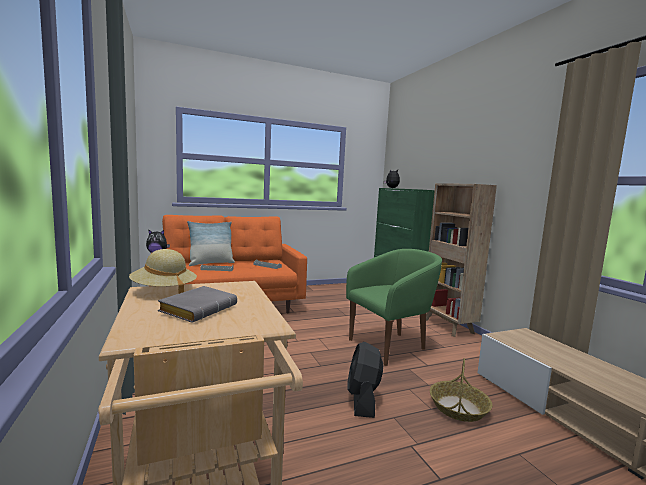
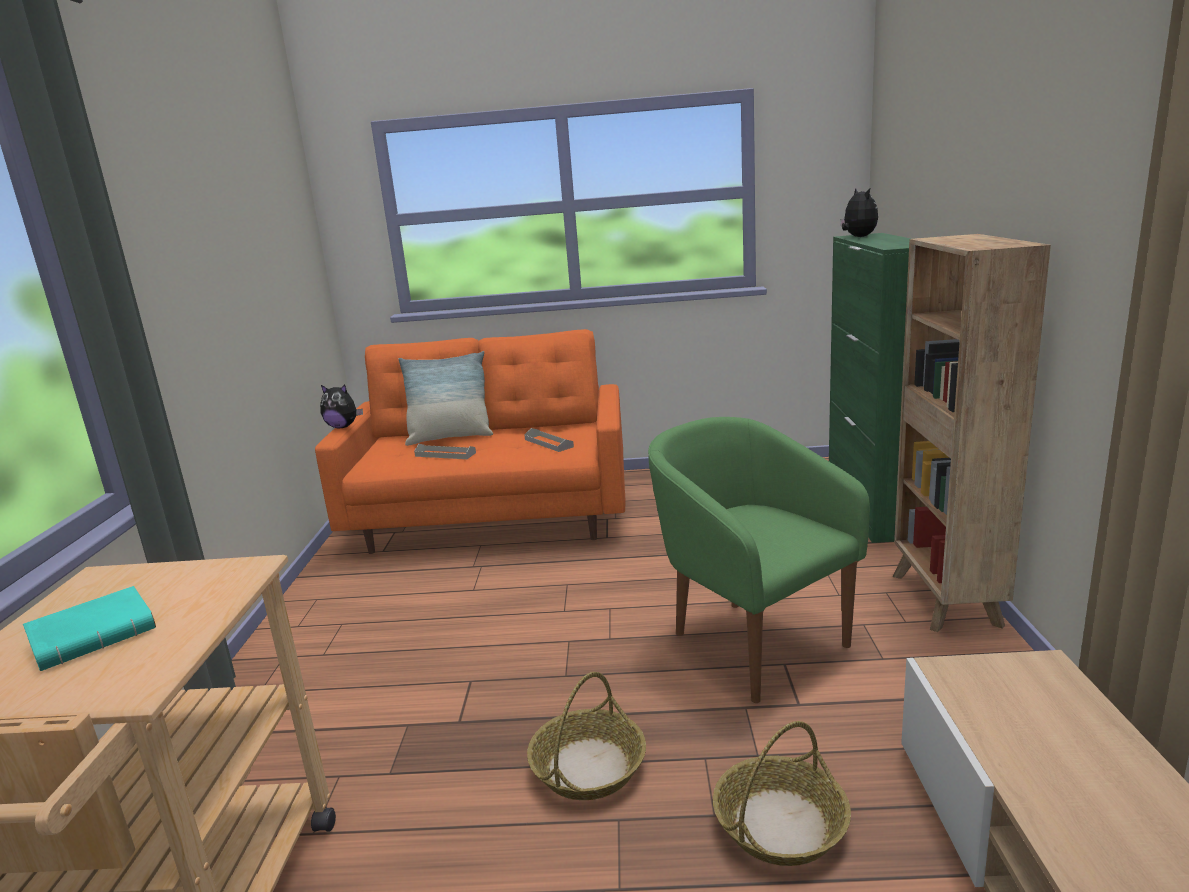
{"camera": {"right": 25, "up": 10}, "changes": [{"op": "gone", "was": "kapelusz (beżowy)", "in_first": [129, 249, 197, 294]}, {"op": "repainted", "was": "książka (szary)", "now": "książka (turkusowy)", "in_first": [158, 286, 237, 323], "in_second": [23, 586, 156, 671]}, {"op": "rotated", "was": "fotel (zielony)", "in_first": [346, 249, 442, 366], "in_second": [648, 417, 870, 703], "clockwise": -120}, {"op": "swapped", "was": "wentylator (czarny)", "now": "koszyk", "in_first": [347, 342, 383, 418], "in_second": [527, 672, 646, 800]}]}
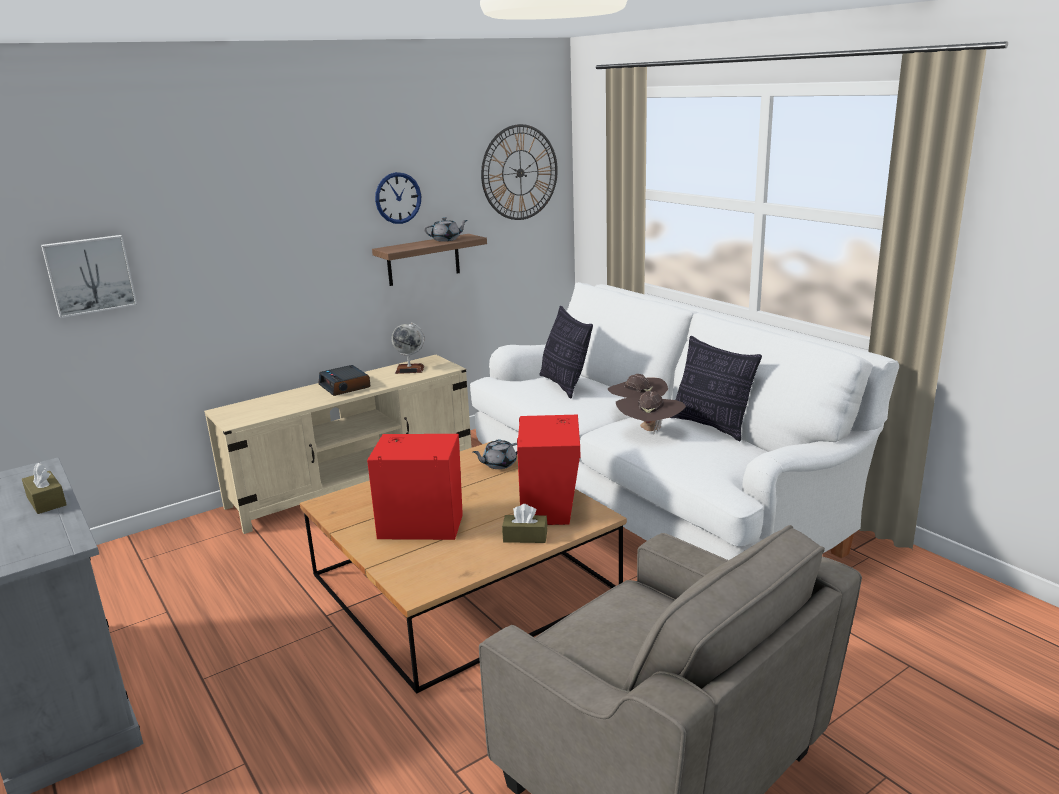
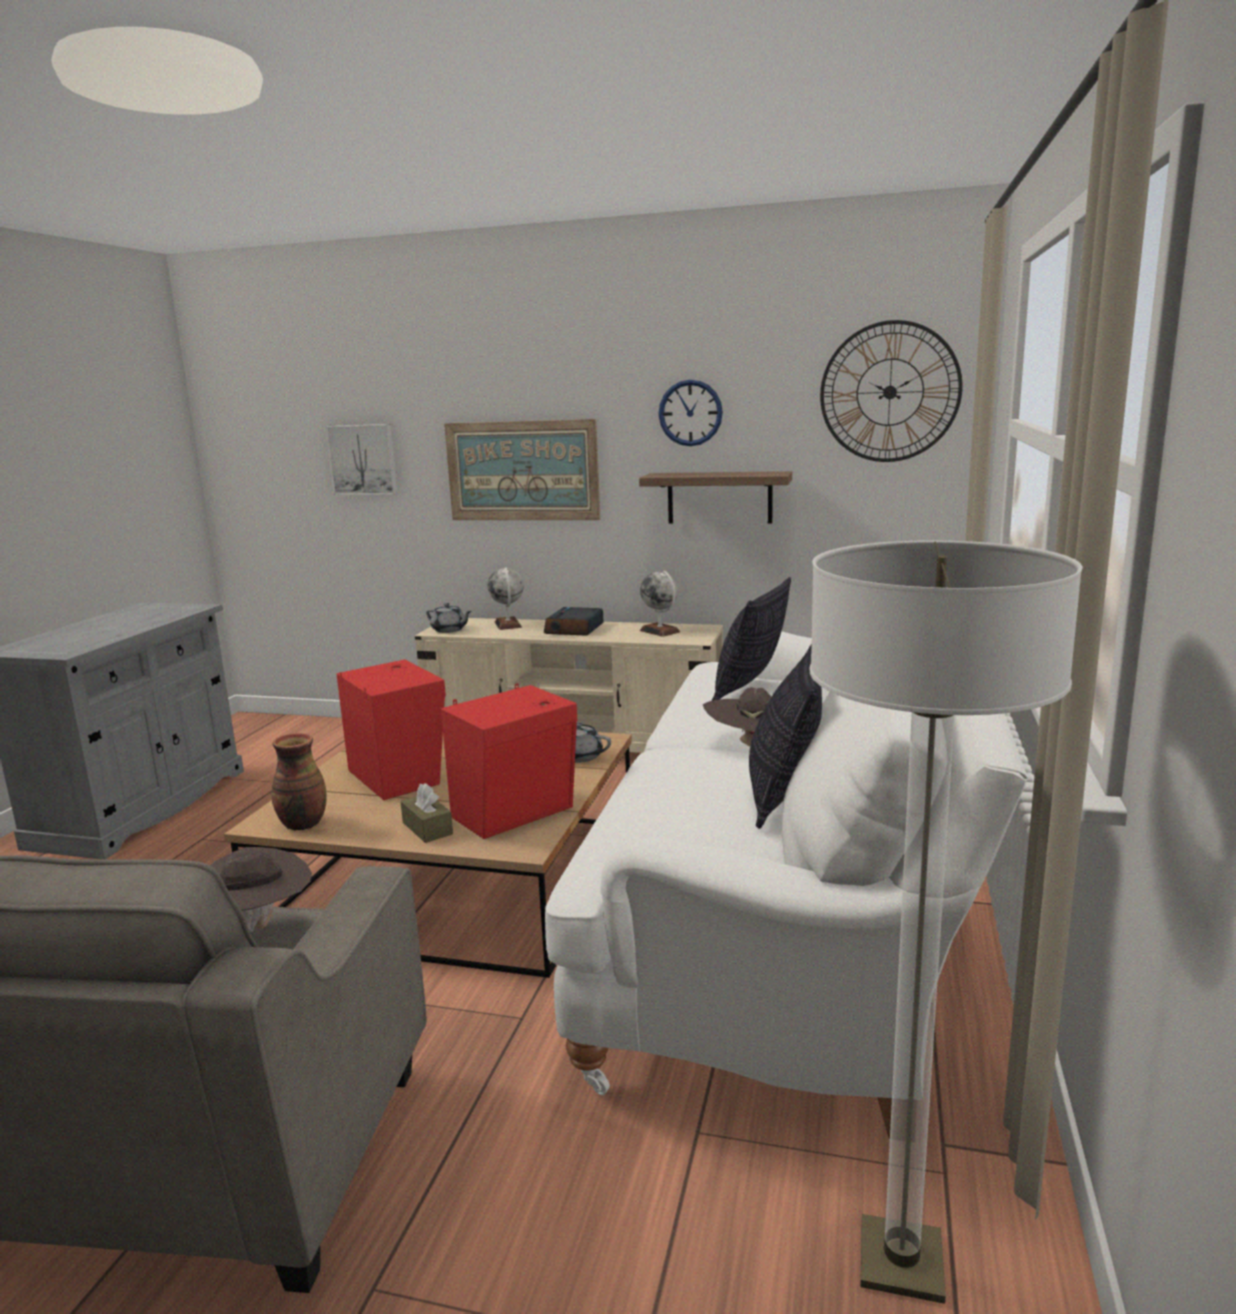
{"camera": {"right": 50, "up": -5}, "changes": [{"op": "gone", "was": "pudełko chusteczek (brązowy)", "in_first": [22, 463, 67, 514]}, {"op": "shifted", "was": "imbryk (szary)", "in_first": [424, 217, 467, 241], "in_second": [426, 603, 472, 633]}, {"op": "shifted", "was": "kapelusz (brązowy)", "in_first": [616, 391, 686, 435], "in_second": [210, 847, 312, 932]}, {"op": "new", "now": "wazon", "in_second": [272, 733, 327, 831]}, {"op": "new", "now": "obraz", "in_second": [444, 419, 601, 520]}, {"op": "new", "now": "globus", "in_second": [487, 567, 524, 630]}, {"op": "new", "now": "lampa stojąca", "in_second": [810, 540, 1083, 1304]}]}
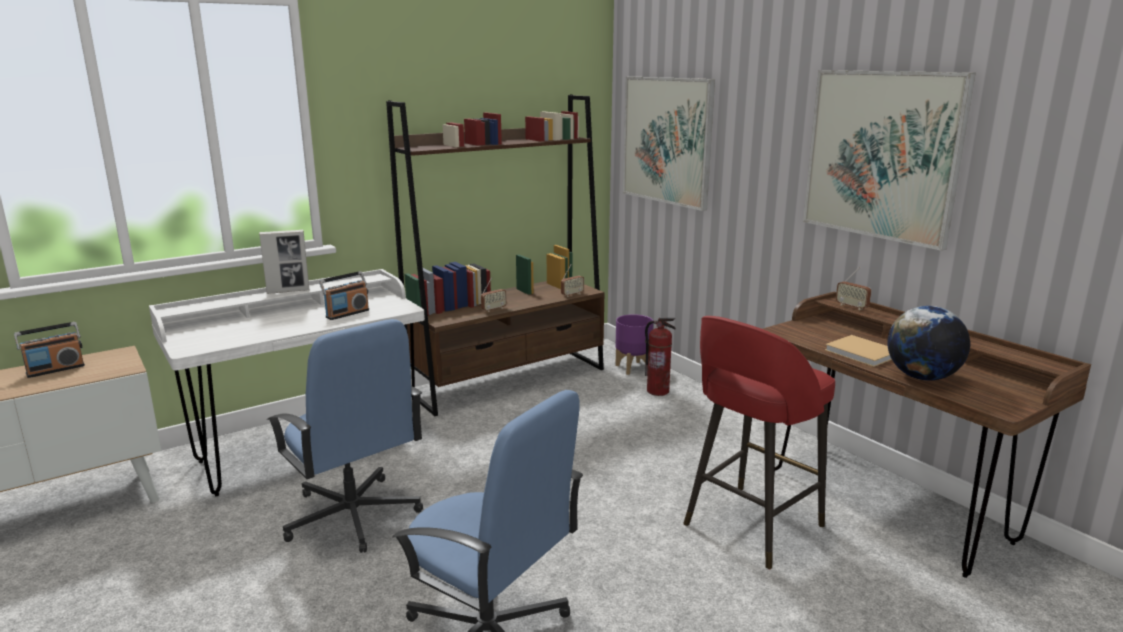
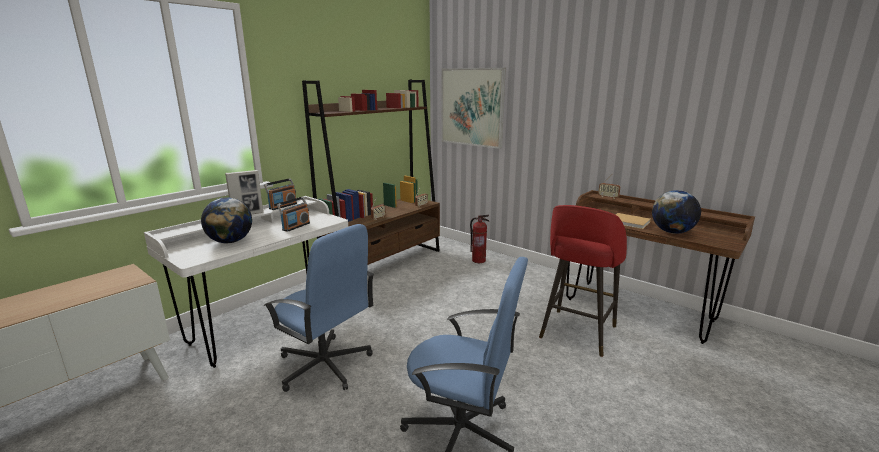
{"camera": {"right": -15, "up": 0}, "changes": [{"op": "shifted", "was": "radio", "in_first": [14, 322, 85, 378], "in_second": [264, 178, 297, 210]}, {"op": "gone", "was": "donica (fioletowy)", "in_first": [615, 314, 654, 375]}, {"op": "gone", "was": "obraz", "in_first": [803, 70, 976, 251]}, {"op": "new", "now": "globus", "in_second": [201, 197, 252, 243]}]}
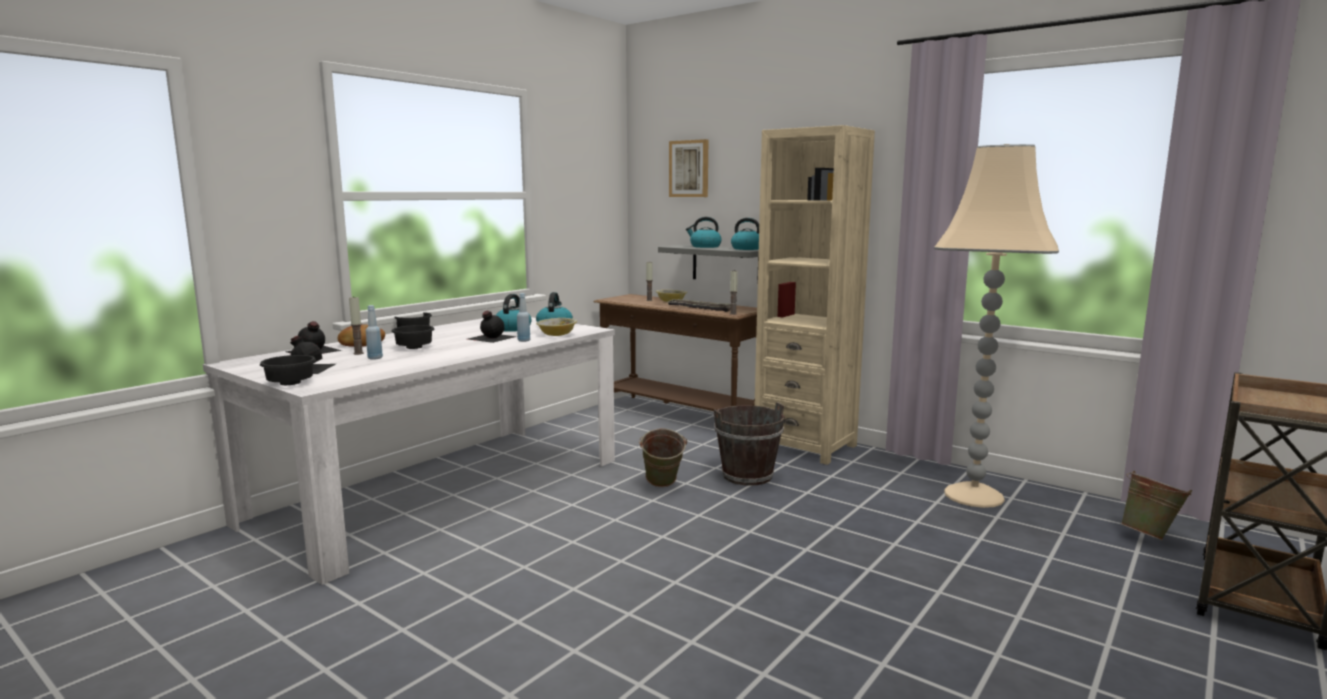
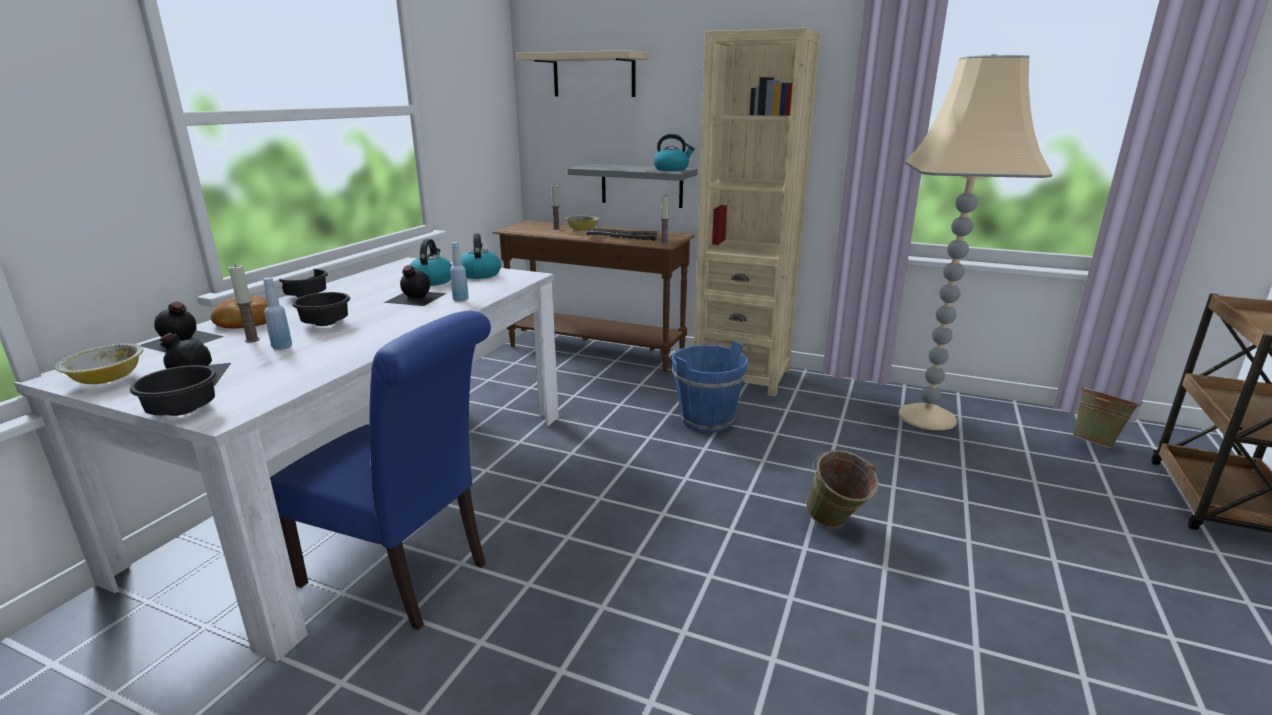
{"camera": {"right": -15, "up": 10}, "changes": [{"op": "shifted", "was": "miska", "in_first": [536, 318, 577, 336], "in_second": [55, 343, 143, 384]}, {"op": "shifted", "was": "wiadro (zielony)", "in_first": [639, 428, 687, 487], "in_second": [806, 450, 878, 528]}, {"op": "swapped", "was": "obraz", "now": "półka (beżowy)", "in_first": [669, 139, 708, 197], "in_second": [515, 50, 649, 97]}, {"op": "gone", "was": "czajnik", "in_first": [686, 217, 722, 248]}, {"op": "repainted", "was": "wiadro (brązowy)", "now": "wiadro (niebieski)", "in_first": [714, 402, 785, 486], "in_second": [672, 341, 748, 433]}, {"op": "new", "now": "krzesło (niebieski)", "in_second": [270, 311, 491, 630]}]}
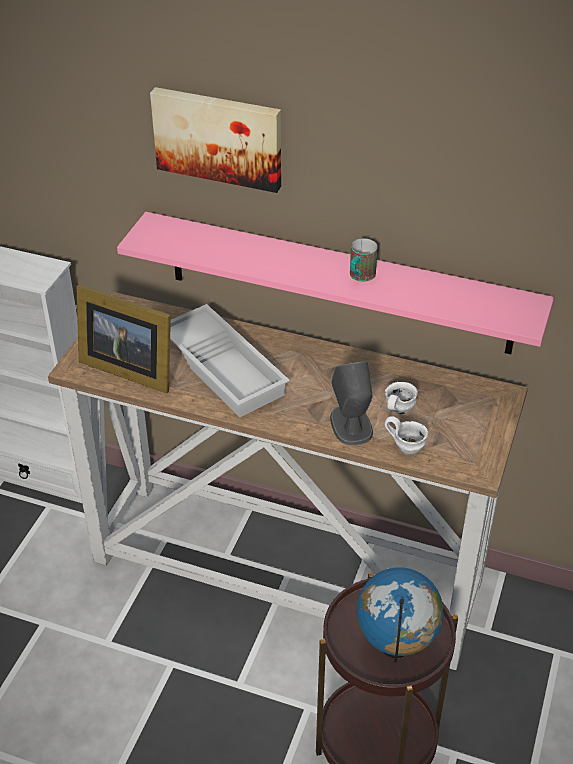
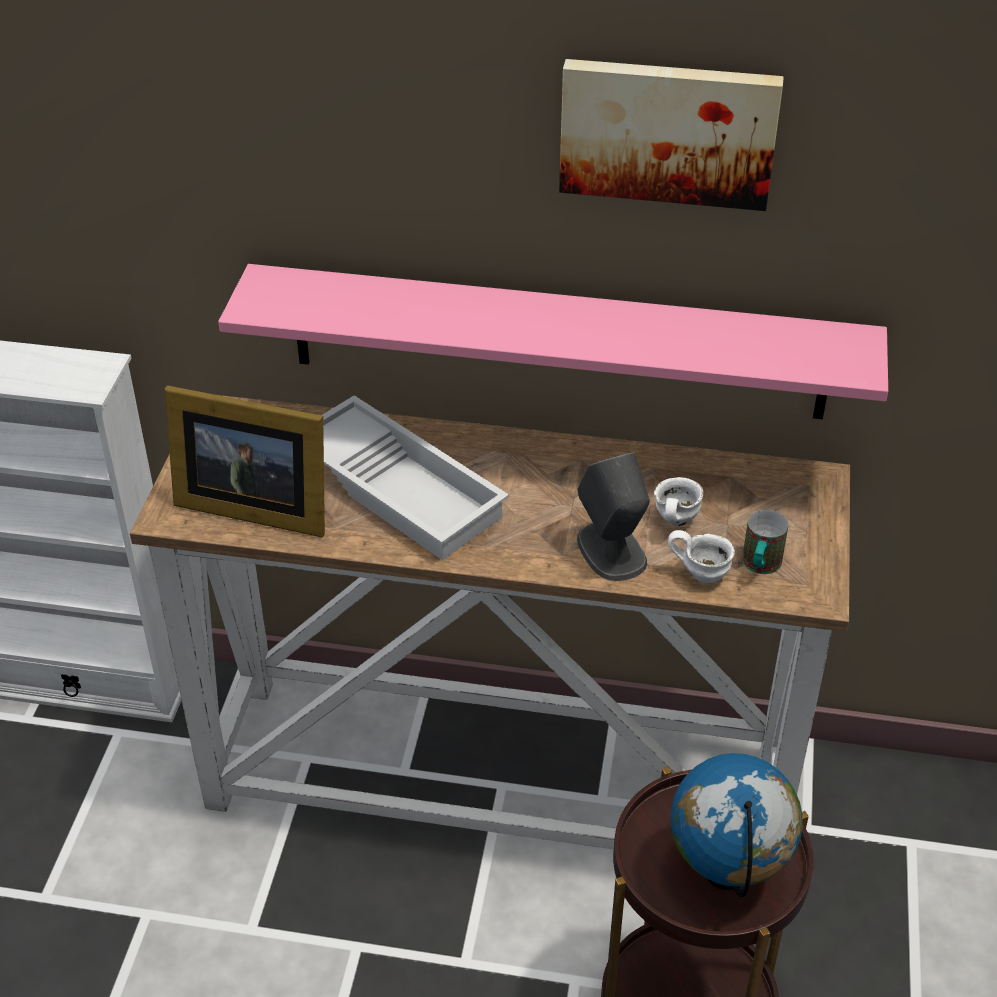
{"camera": {"right": -10, "up": 0}, "changes": [{"op": "shifted", "was": "obraz", "in_first": [150, 87, 281, 193], "in_second": [559, 59, 784, 211]}, {"op": "shifted", "was": "kubek", "in_first": [350, 238, 378, 282], "in_second": [742, 510, 788, 574]}]}
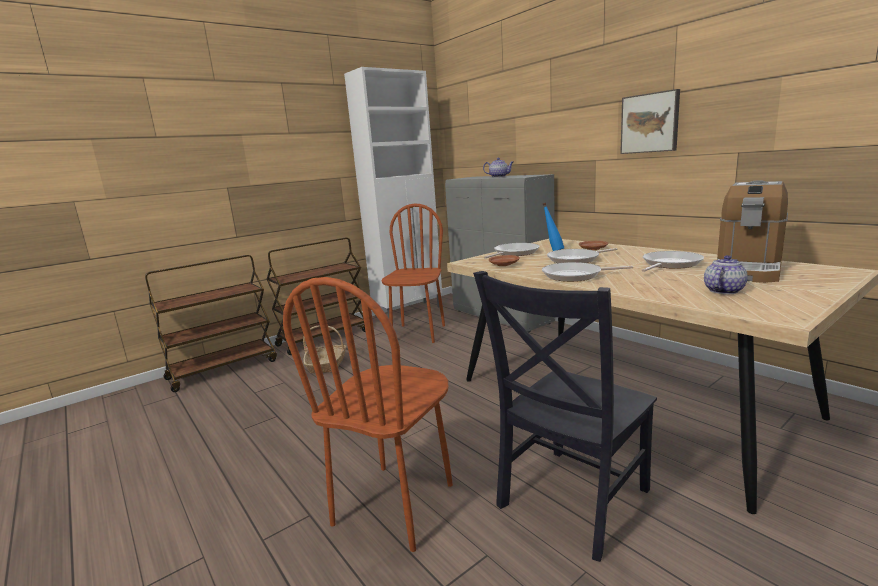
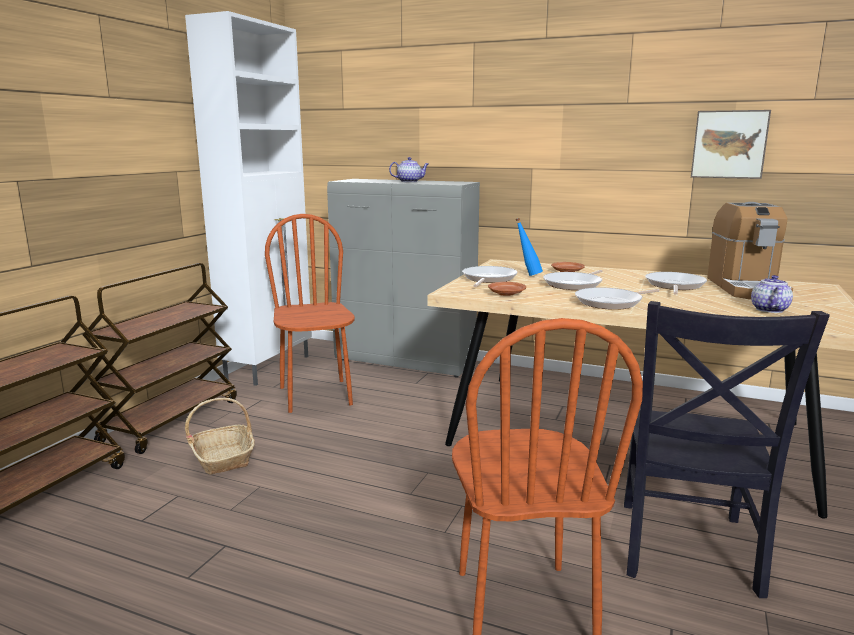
{"camera": {"right": -30, "up": 0}, "changes": [{"op": "shifted", "was": "obraz", "in_first": [620, 89, 680, 154], "in_second": [691, 110, 771, 179]}]}
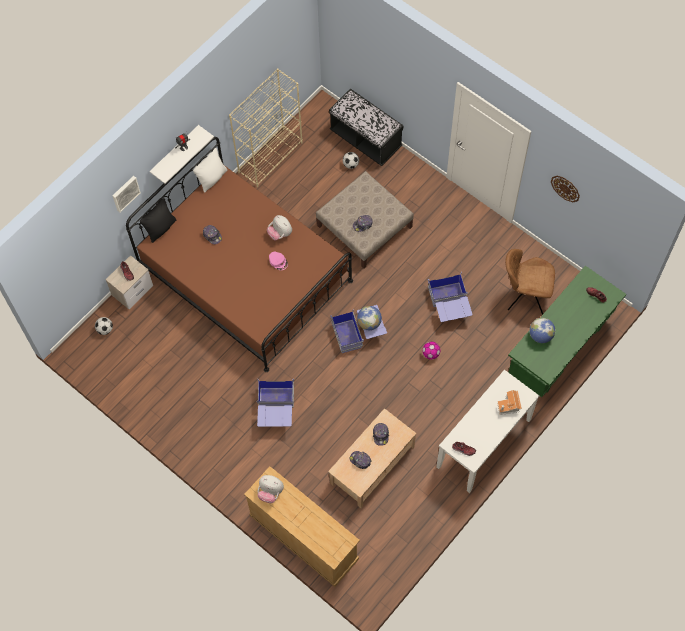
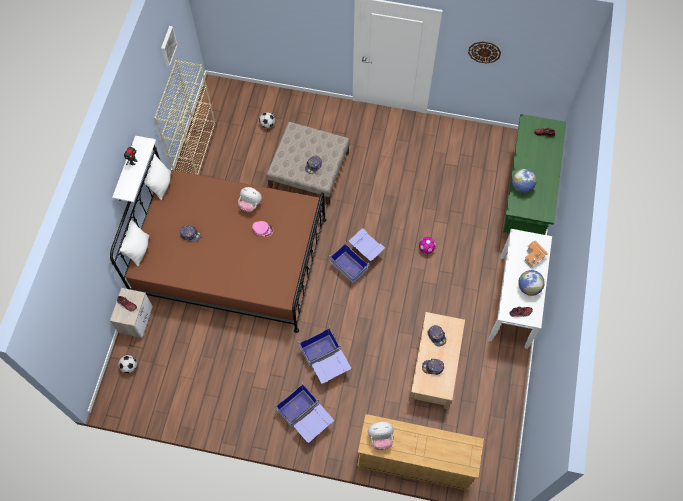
{"camera": {"right": -30, "up": 0}, "changes": [{"op": "shifted", "was": "obraz", "in_first": [112, 176, 141, 212], "in_second": [161, 26, 178, 67]}, {"op": "repainted", "was": "poduszka (czarny)", "now": "poduszka (biały)", "in_first": [140, 198, 176, 243], "in_second": [120, 220, 149, 266]}, {"op": "gone", "was": "ławka (czarny)", "in_first": [329, 89, 403, 166]}, {"op": "shifted", "was": "globus", "in_first": [357, 306, 382, 330], "in_second": [518, 270, 545, 296]}, {"op": "shifted", "was": "pojemnik do przechowywania (niebieski)", "in_first": [428, 272, 473, 322], "in_second": [274, 382, 334, 443]}, {"op": "gone", "was": "krzesło (brązowy)", "in_first": [505, 249, 555, 315]}]}
